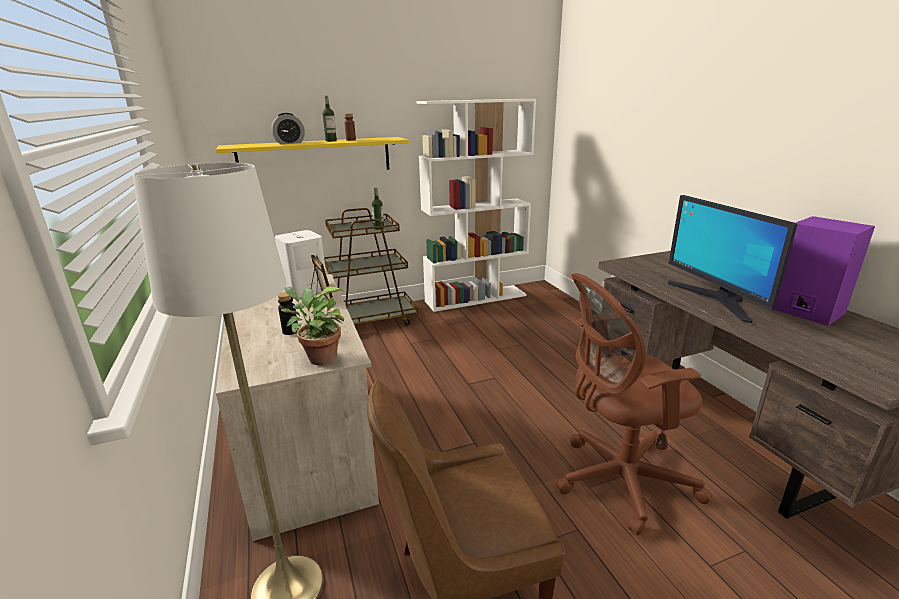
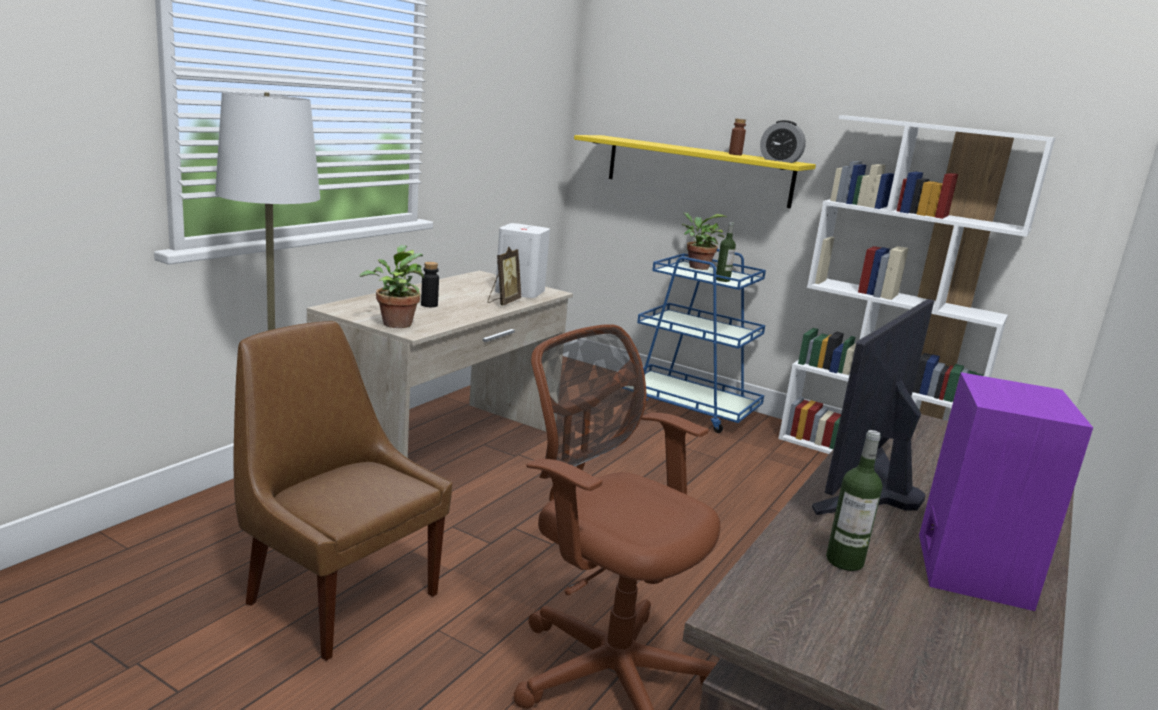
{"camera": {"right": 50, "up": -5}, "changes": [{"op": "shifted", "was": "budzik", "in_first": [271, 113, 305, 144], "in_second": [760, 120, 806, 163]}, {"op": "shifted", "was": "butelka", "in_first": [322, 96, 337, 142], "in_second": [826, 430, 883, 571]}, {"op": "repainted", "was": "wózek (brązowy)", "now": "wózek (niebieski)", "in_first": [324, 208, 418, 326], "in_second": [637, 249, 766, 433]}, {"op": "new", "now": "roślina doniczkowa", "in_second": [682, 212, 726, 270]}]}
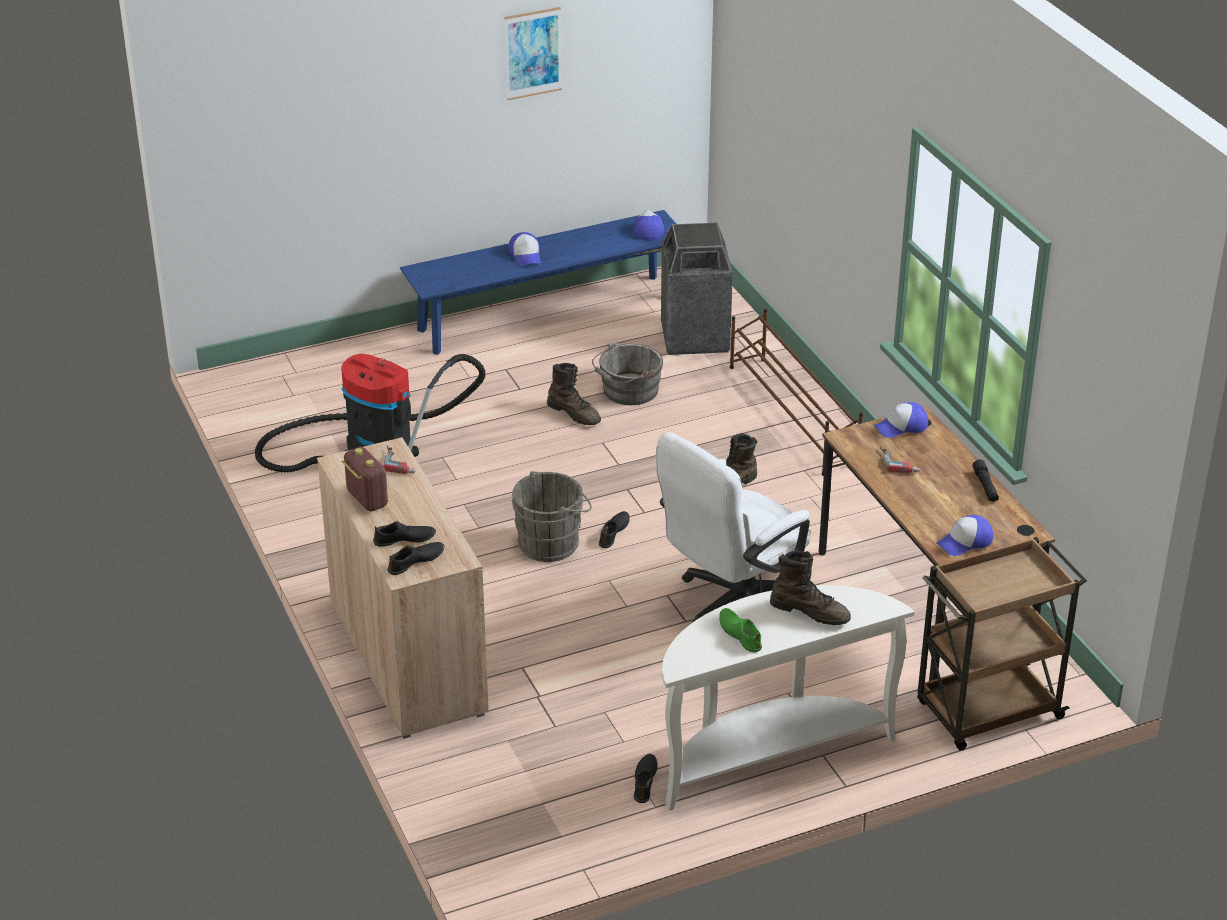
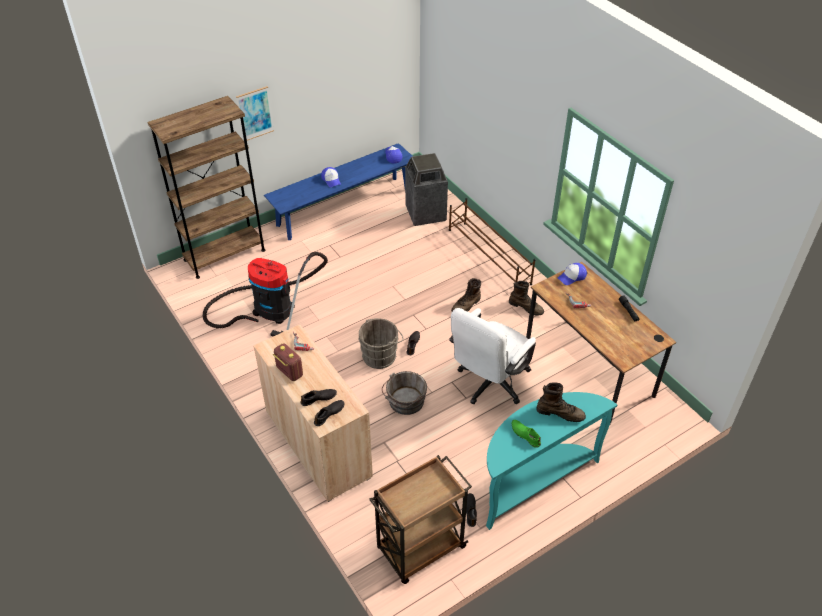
{"camera": {"right": -10, "up": 10}, "changes": [{"op": "shifted", "was": "obraz", "in_first": [505, 7, 562, 100], "in_second": [236, 86, 274, 141]}, {"op": "shifted", "was": "but z cholewką (brązowy)", "in_first": [547, 363, 601, 425], "in_second": [509, 281, 544, 316]}, {"op": "shifted", "was": "wiadro (szary)", "in_first": [592, 341, 663, 405], "in_second": [382, 371, 427, 415]}, {"op": "repainted", "was": "stolik konsolowy (biały)", "now": "stolik konsolowy (turkusowy)", "in_first": [662, 585, 914, 811], "in_second": [486, 392, 617, 530]}, {"op": "shifted", "was": "wózek (brązowy)", "in_first": [917, 537, 1087, 751], "in_second": [369, 455, 472, 584]}, {"op": "gone", "was": "czapka z daszkiem", "in_first": [937, 515, 993, 556]}, {"op": "new", "now": "regał (brązowy)", "in_second": [147, 96, 265, 279]}]}
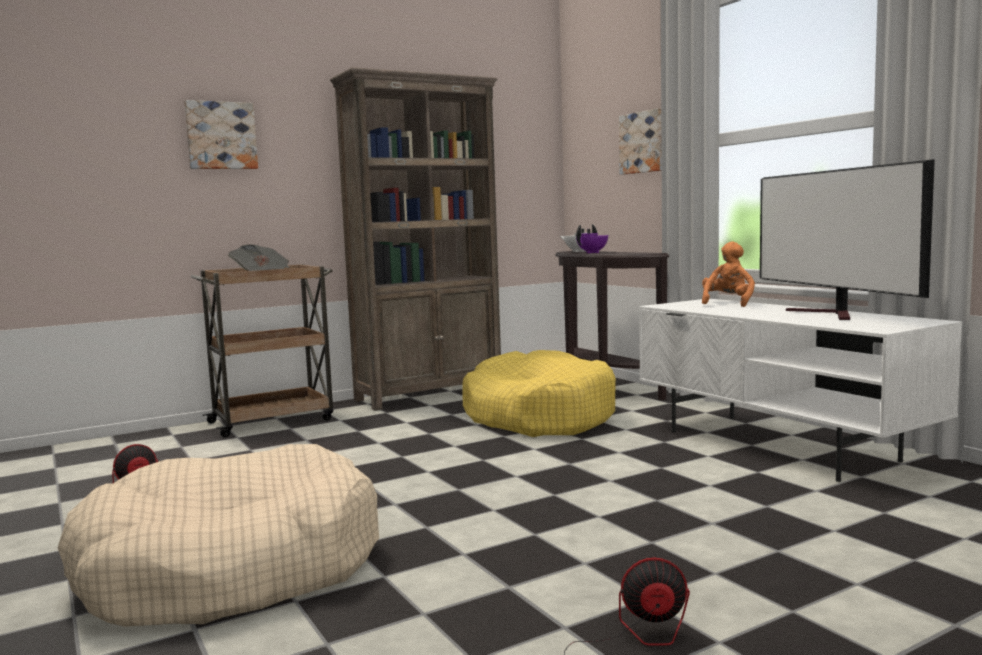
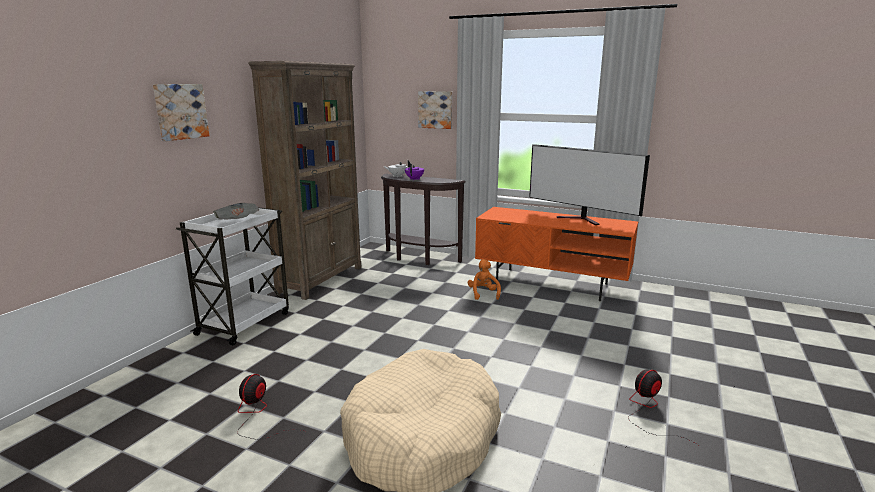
{"camera": {"right": -35, "up": 10}, "changes": [{"op": "repainted", "was": "wózek (brązowy)", "now": "wózek (biały)", "in_first": [191, 264, 333, 437], "in_second": [176, 207, 289, 346]}, {"op": "gone", "was": "legowisko (żółty)", "in_first": [463, 350, 616, 437]}, {"op": "repainted", "was": "szafka pod telewizor (biały)", "now": "szafka pod telewizor (pomarańczowy)", "in_first": [639, 299, 962, 482], "in_second": [475, 207, 638, 301]}, {"op": "shifted", "was": "pluszak (pomarańczowy)", "in_first": [702, 241, 755, 307], "in_second": [468, 259, 501, 300]}]}
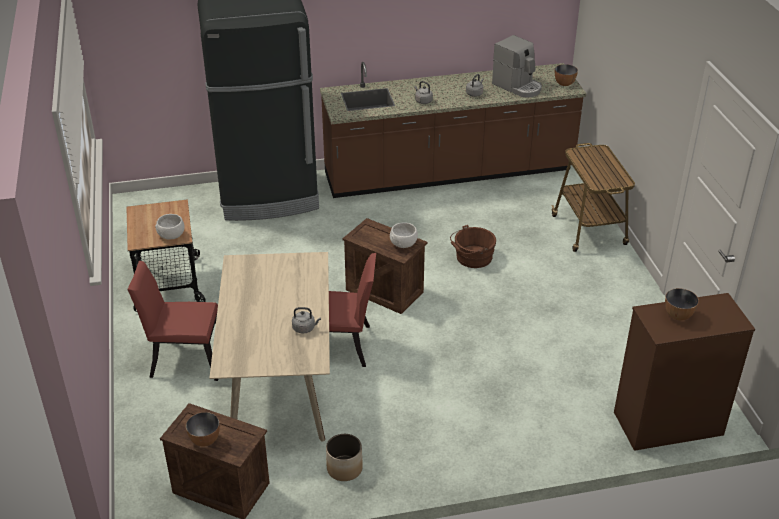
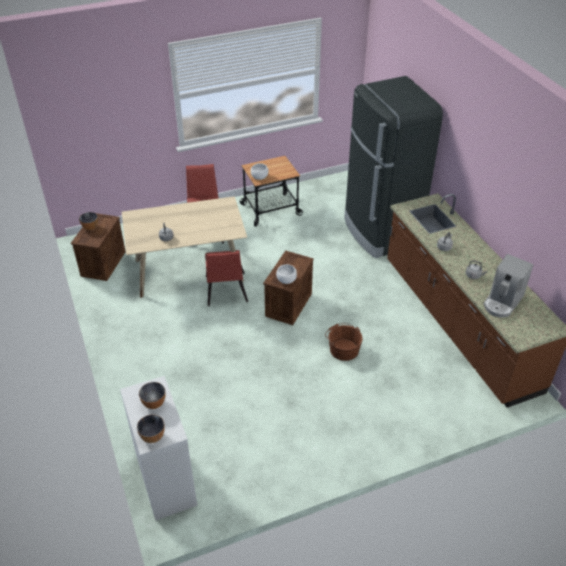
{"camera": {"right": 80, "up": 5}, "changes": [{"op": "gone", "was": "donica", "in_first": [326, 434, 363, 481]}, {"op": "gone", "was": "wózek", "in_first": [551, 143, 635, 252]}, {"op": "shifted", "was": "miska", "in_first": [555, 64, 578, 86], "in_second": [137, 415, 165, 443]}, {"op": "repainted", "was": "komoda (brązowy)", "now": "komoda (biały)", "in_first": [614, 293, 755, 451], "in_second": [120, 376, 197, 520]}]}
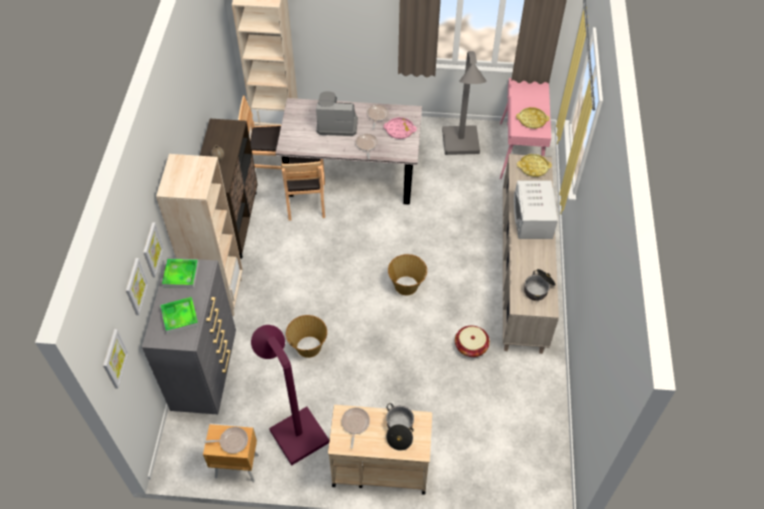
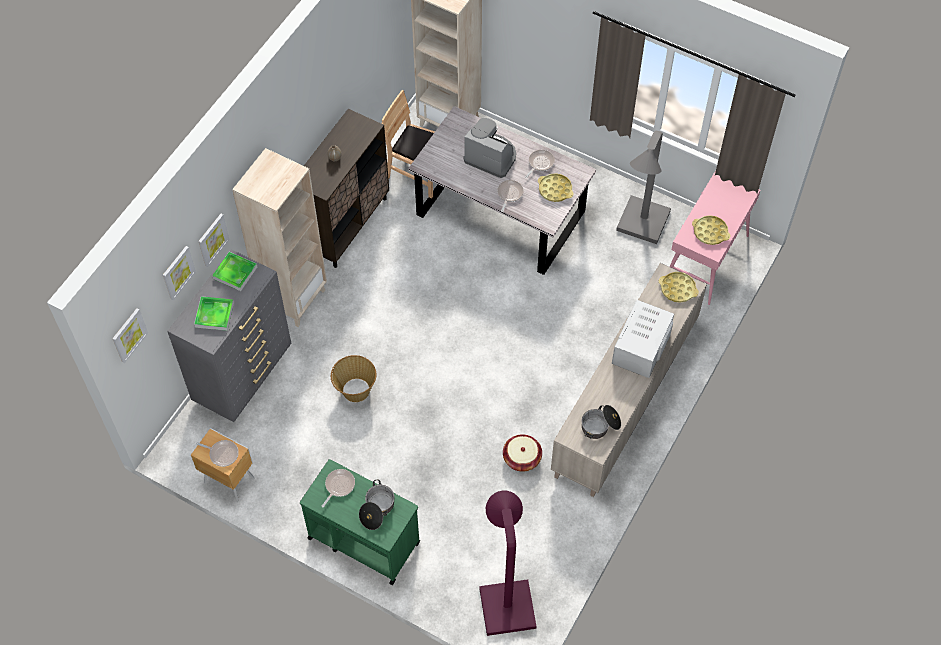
{"camera": {"right": 25, "up": 5}, "changes": [{"op": "shifted", "was": "lampa stojąca (fioletowy)", "in_first": [251, 325, 329, 466], "in_second": [479, 491, 537, 636]}, {"op": "gone", "was": "krzesło (brązowy)", "in_first": [281, 157, 325, 221]}, {"op": "repainted", "was": "wózek (beżowy)", "now": "wózek (zielony)", "in_first": [328, 405, 432, 495], "in_second": [300, 459, 420, 585]}, {"op": "repainted", "was": "taca (różowy)", "now": "taca (żółty)", "in_first": [383, 117, 417, 139], "in_second": [538, 173, 574, 202]}, {"op": "gone", "was": "koszyk", "in_first": [388, 254, 427, 295]}]}
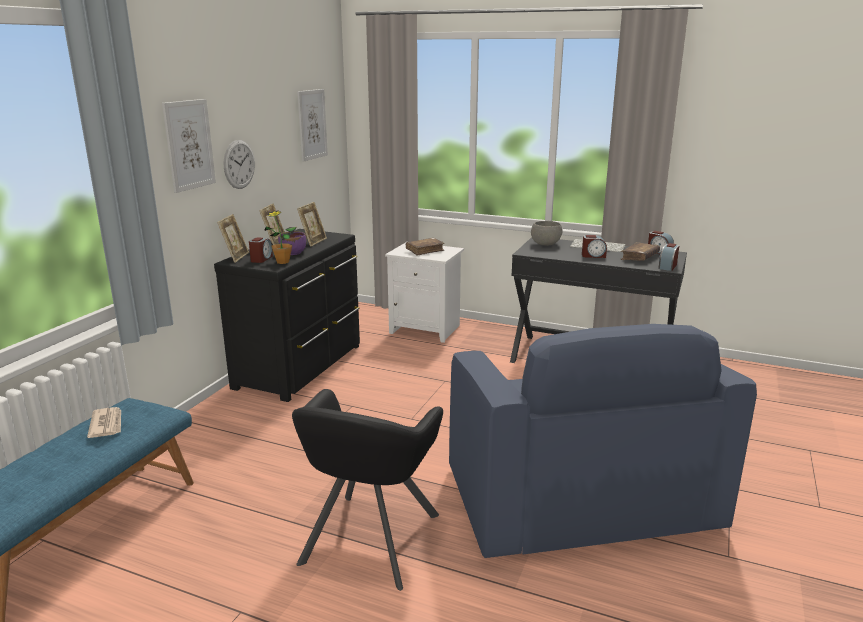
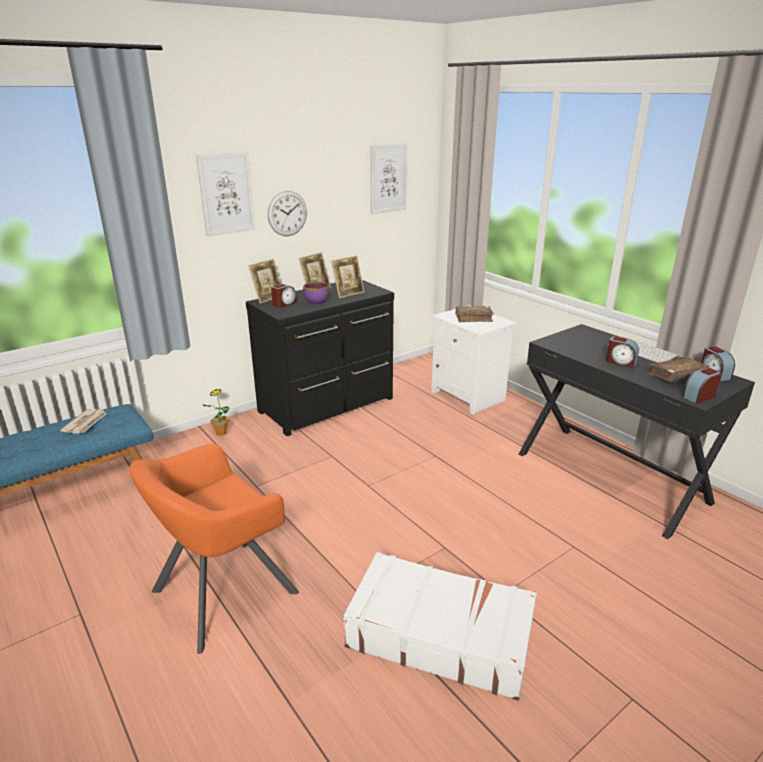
{"camera": {"right": 30, "up": 5}, "changes": [{"op": "shifted", "was": "roślina doniczkowa", "in_first": [264, 210, 296, 264], "in_second": [203, 389, 230, 436]}, {"op": "repainted", "was": "fotel (czarny)", "now": "fotel (pomarańczowy)", "in_first": [292, 389, 443, 591], "in_second": [129, 444, 299, 654]}, {"op": "swapped", "was": "fotel (niebieski)", "now": "walizka (biały)", "in_first": [449, 324, 757, 558], "in_second": [343, 552, 537, 701]}, {"op": "gone", "was": "miska (szary)", "in_first": [531, 221, 563, 246]}]}
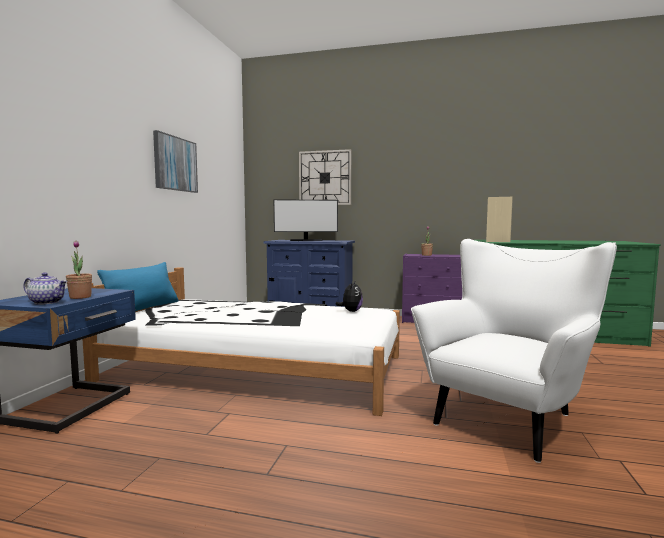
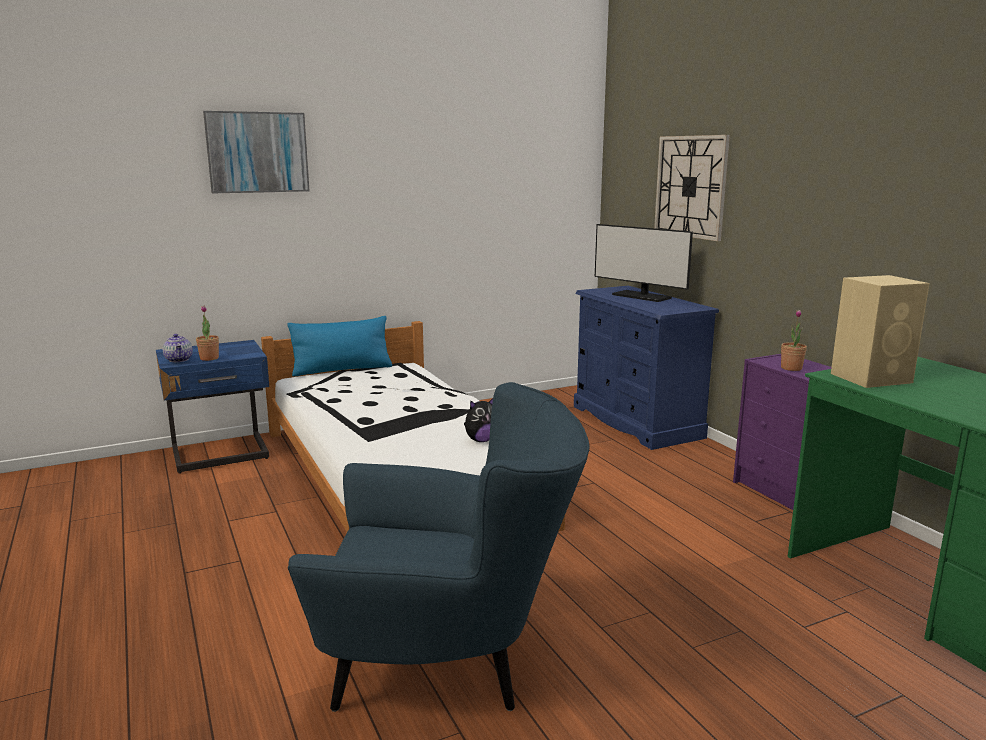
{"camera": {"right": 50, "up": 10}, "changes": [{"op": "shifted", "was": "obraz", "in_first": [153, 130, 198, 193], "in_second": [203, 111, 309, 194]}, {"op": "repainted", "was": "fotel (biały)", "now": "fotel (niebieski)", "in_first": [411, 239, 617, 463], "in_second": [288, 382, 589, 712]}]}
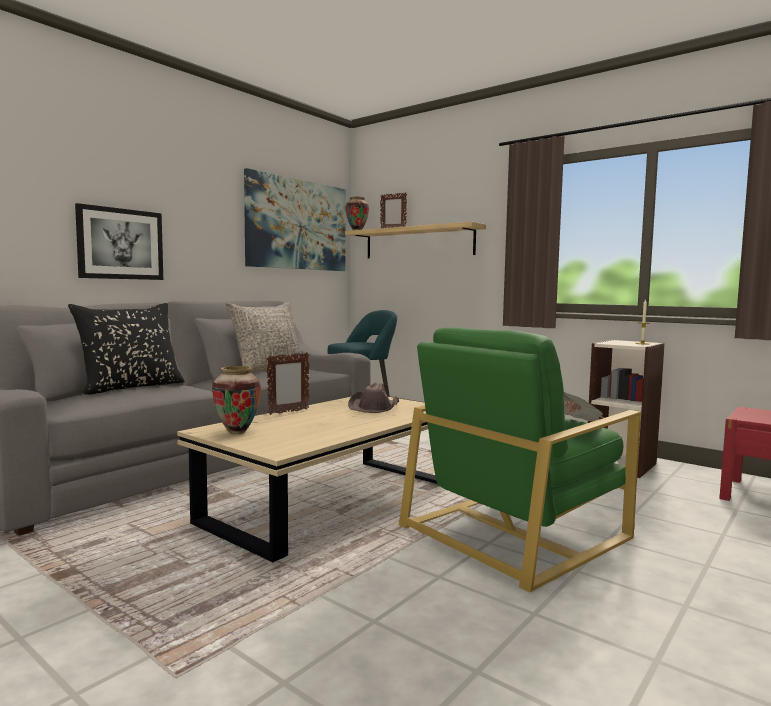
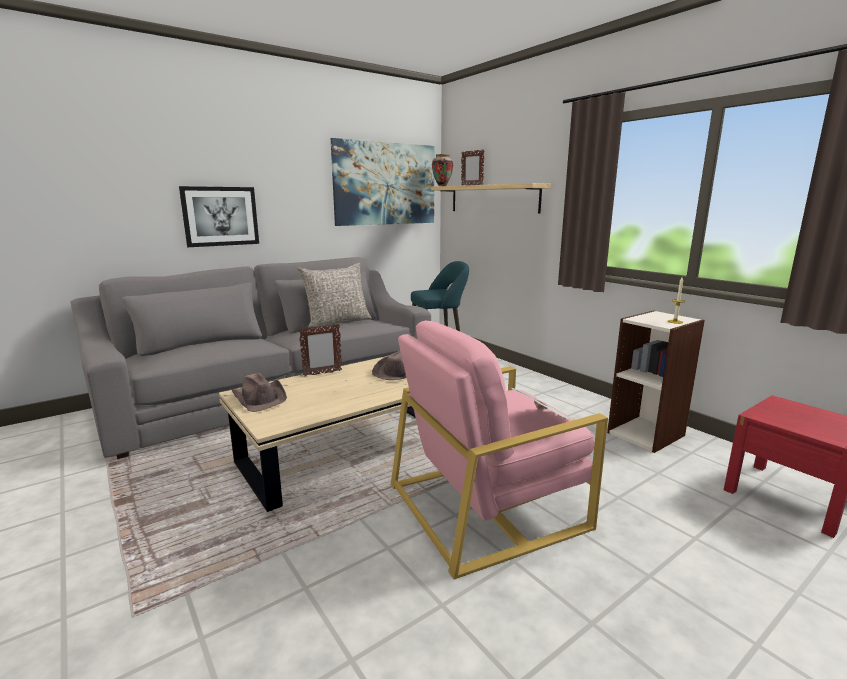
{"camera": {"right": 15, "up": 10}, "changes": [{"op": "gone", "was": "poduszka (czarny)", "in_first": [68, 303, 184, 395]}, {"op": "swapped", "was": "wazon", "now": "kapelusz (brązowy)", "in_first": [212, 366, 261, 434], "in_second": [232, 373, 287, 412]}, {"op": "repainted", "was": "fotel (zielony)", "now": "fotel (różowy)", "in_first": [399, 328, 641, 592], "in_second": [391, 321, 608, 579]}]}
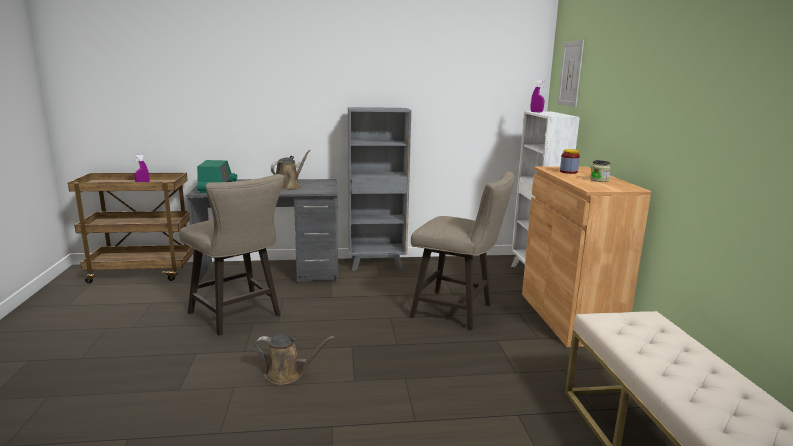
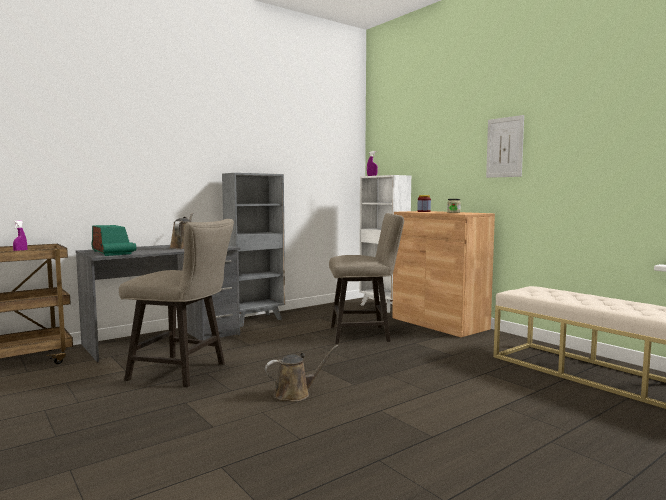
{"camera": {"right": -30, "up": -10}, "changes": [{"op": "shifted", "was": "obraz", "in_first": [557, 40, 584, 107], "in_second": [486, 115, 524, 178]}]}
